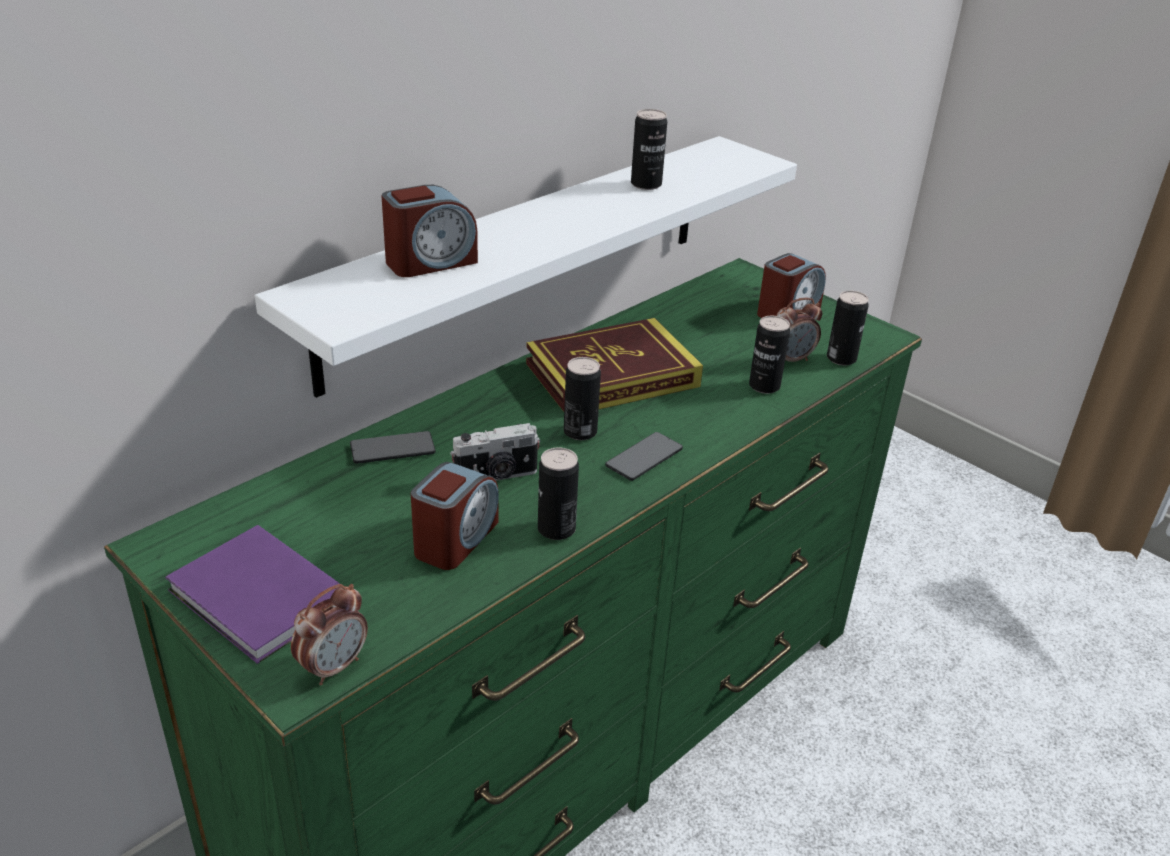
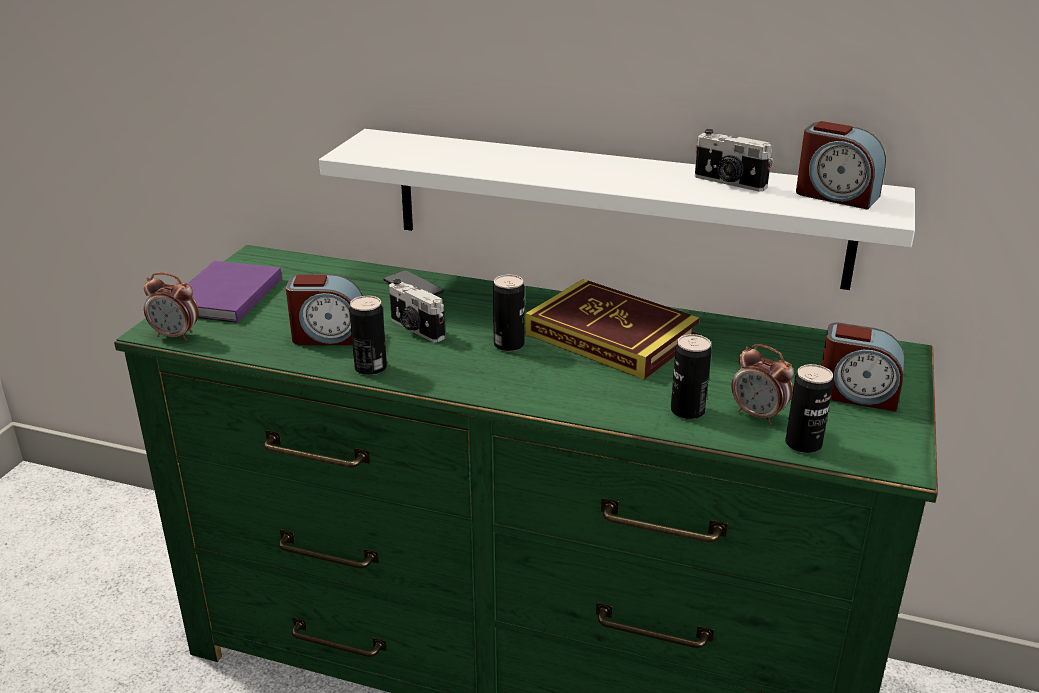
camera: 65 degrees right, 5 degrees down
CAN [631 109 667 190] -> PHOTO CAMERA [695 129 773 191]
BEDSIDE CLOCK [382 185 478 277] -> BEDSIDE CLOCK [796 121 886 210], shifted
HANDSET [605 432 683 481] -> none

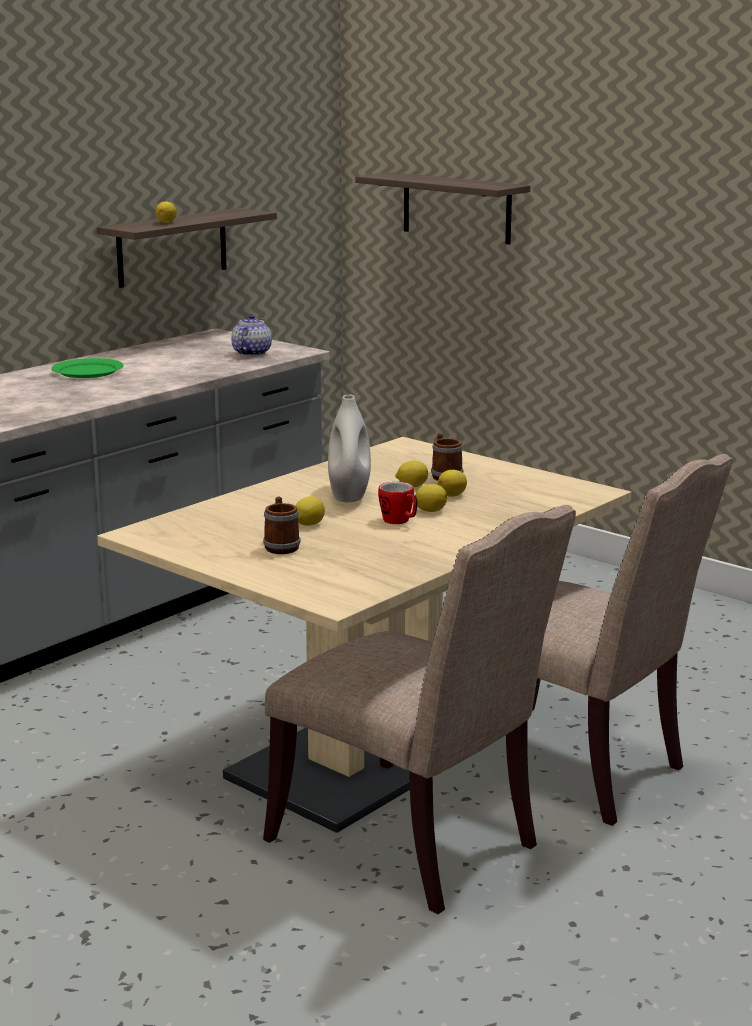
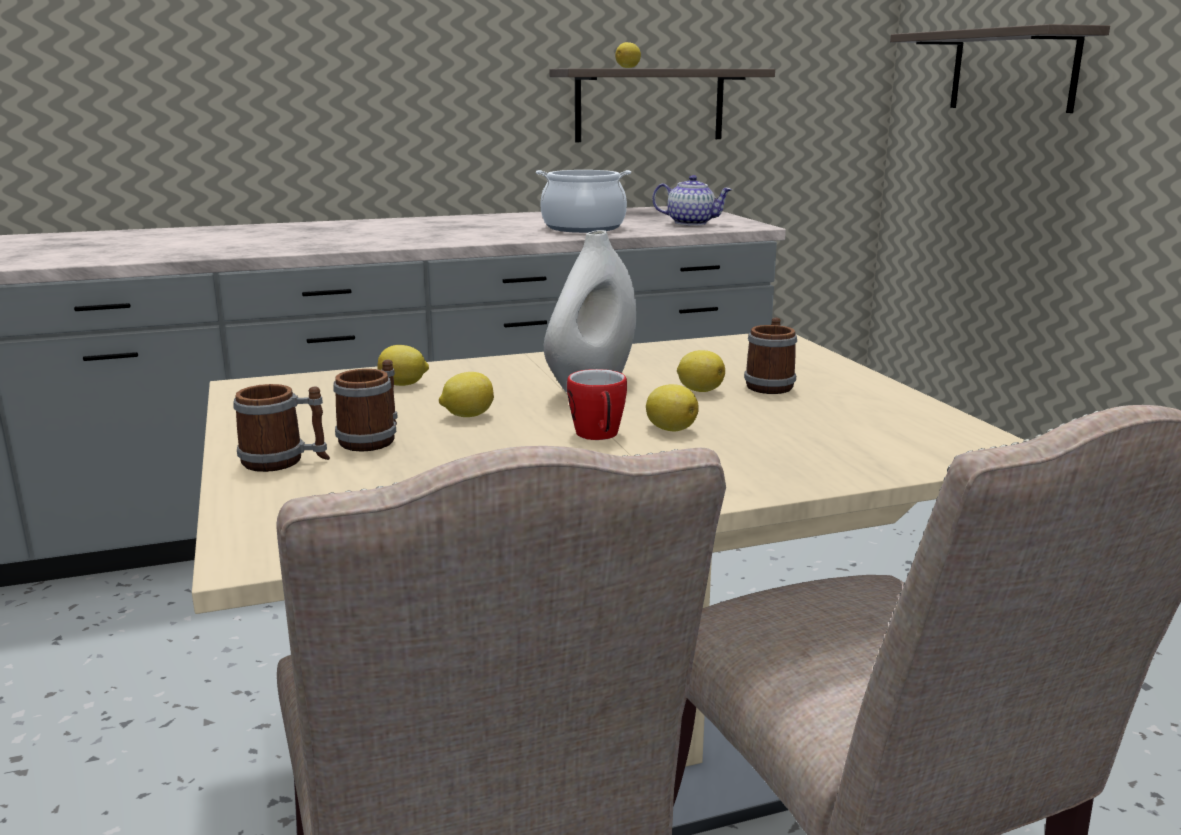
camera: 30 degrees right, 0 degrees up
none -> TEA MUG [233 384 330 472]
WHOLE LEMON [438 470 467 497] -> WHOLE LEMON [377 345 429 386], shifted
none -> STOCKPOT [536 170 631 233]
TEAPOT [231 314 272 356] -> TEAPOT [652 175 733 226], 60 degrees clockwise
GREEN DINNER PLATE [51 358 124 378] -> none

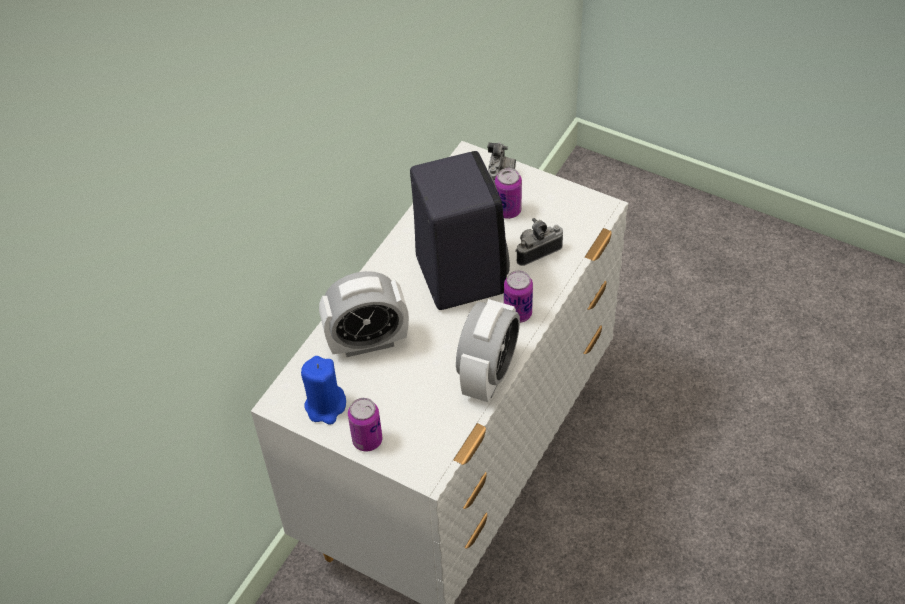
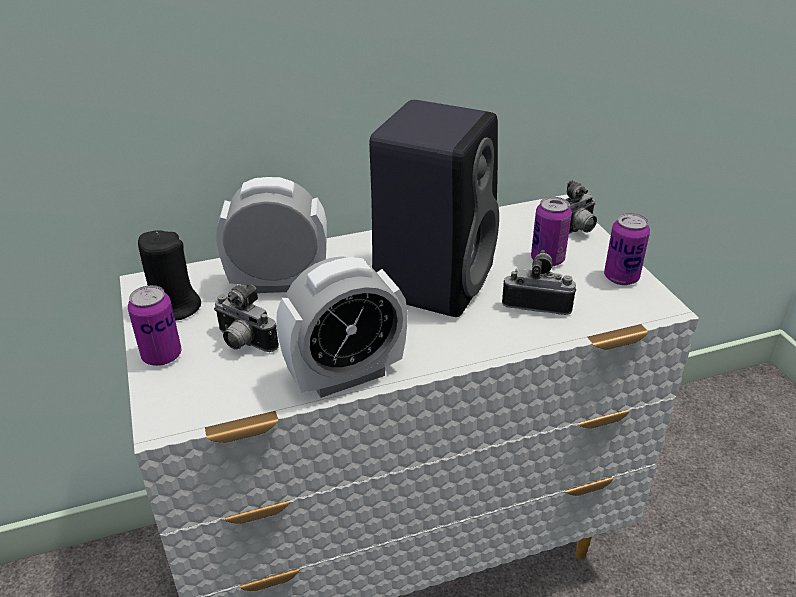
camera: 40 degrees right, 15 degrees down
BLUISH WAX CANDLE [301 356 346 425] -> BLACK-COLOURED WAX CANDLE [138 230 201 321]
none -> PHOTO CAMERA [214 285 279 352]
BEDSIDE CLOCK [319 271 409 357] -> BEDSIDE CLOCK [216 177 327 293], 150 degrees clockwise
CAN [504 271 533 323] -> CAN [604 213 650 285], shifted

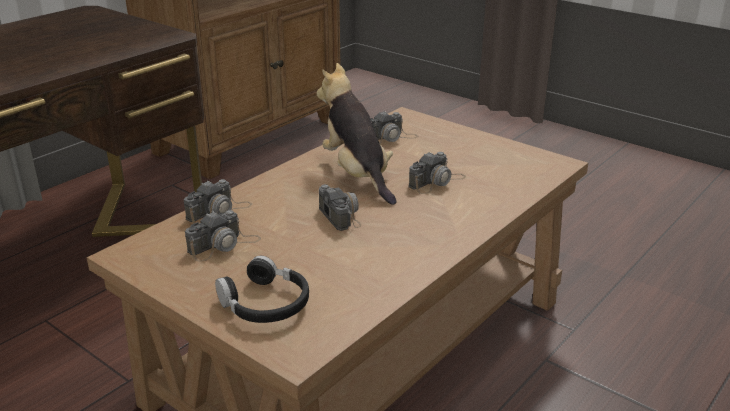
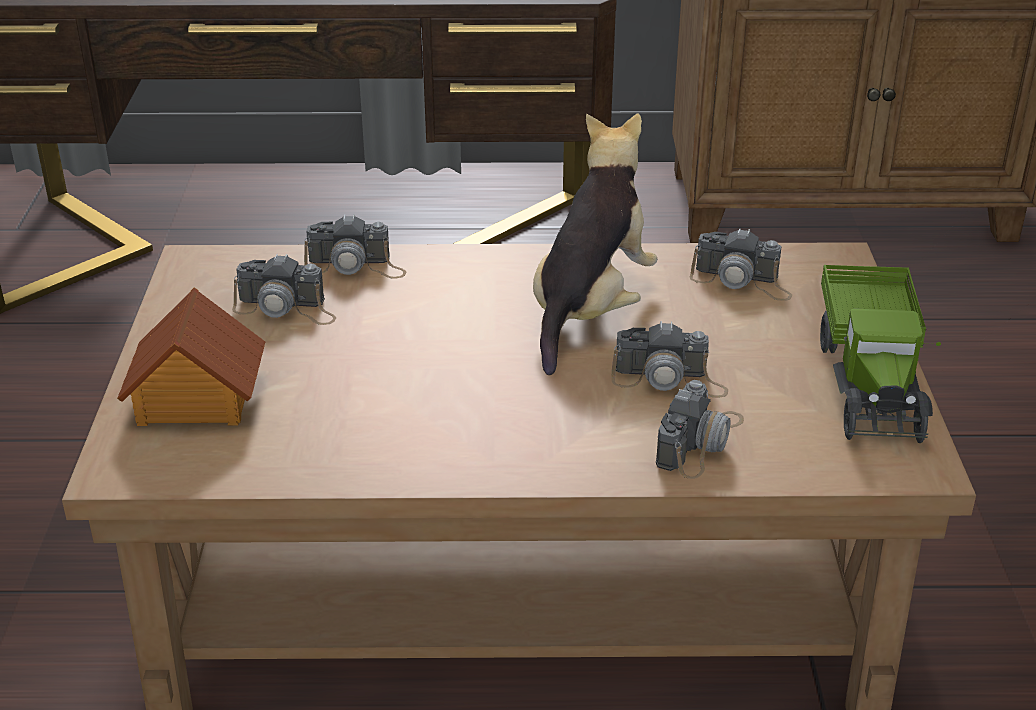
camera: 50 degrees right, 5 degrees up
BLACK-COLOURED HEADSET [215 256 309 323] -> TOY HOUSE [117 287 265 426]
PHOTO CAMERA [319 184 361 231] -> PHOTO CAMERA [656 380 744 479], shifted
none -> MODEL TRUCK [820 265 941 443]

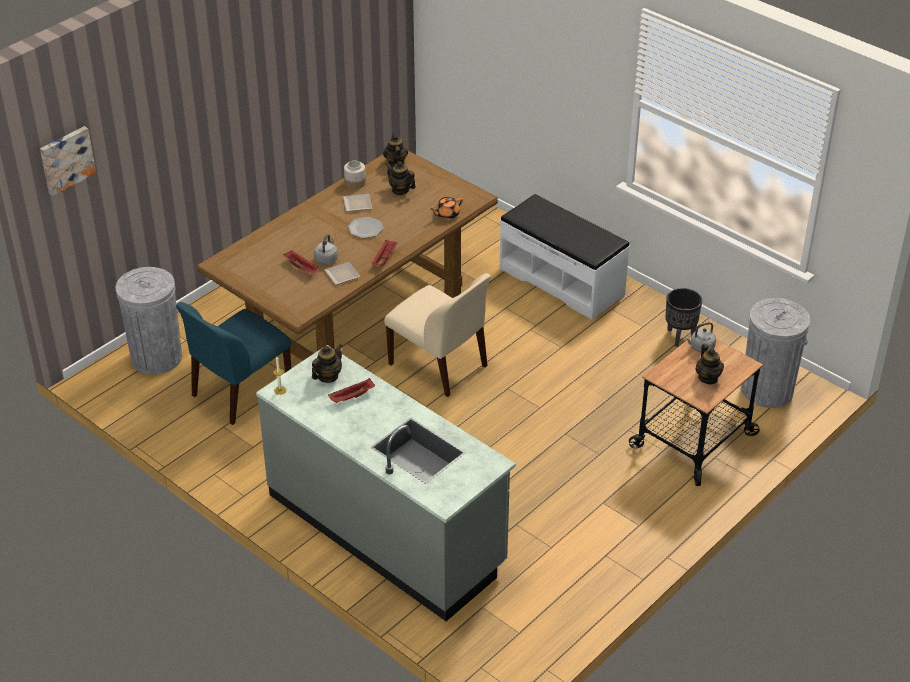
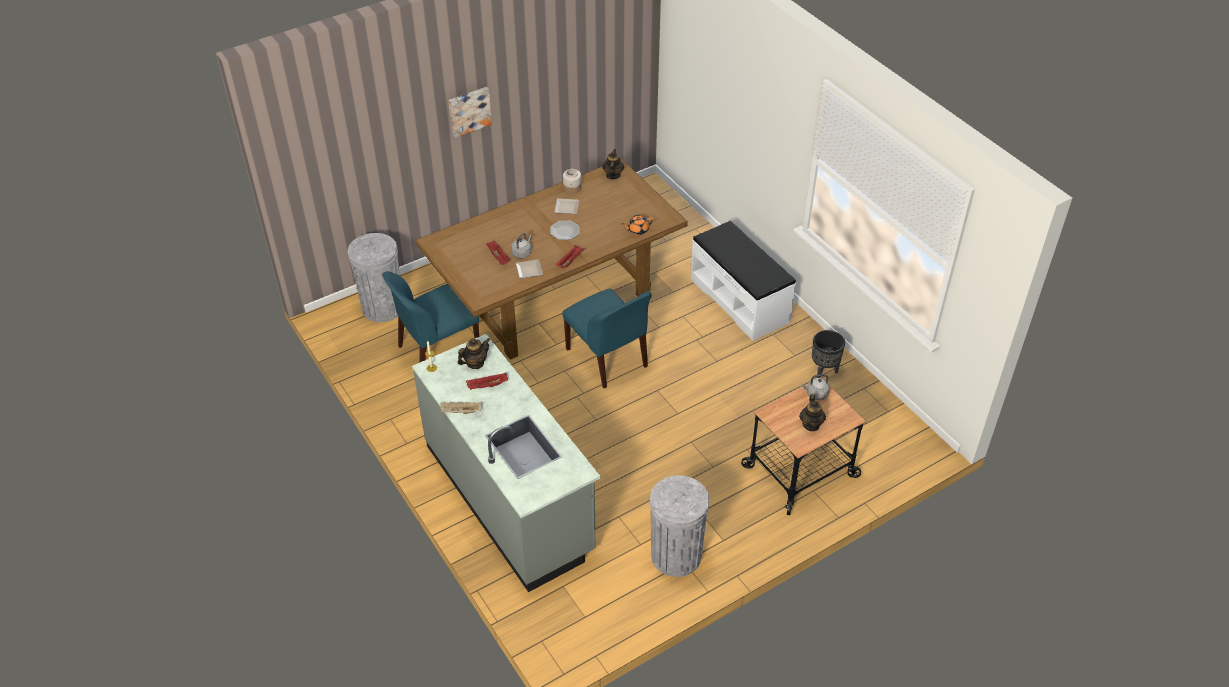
camera: 15 degrees right, 5 degrees up
none -> SAND-COLOURED SERVING TRAY [440 402 482 414]
WALL ART [40 126 96 196] -> WALL ART [449 87 492 138], shifted
SAND-COLOURED CHAIR [384 273 491 397] -> BLUISH CHAIR [562 289 652 388]
GREY TRASH CAN [742 298 810 408] -> GREY TRASH CAN [650 475 710 577], shifted
TEAPOT [386 161 416 195] -> none

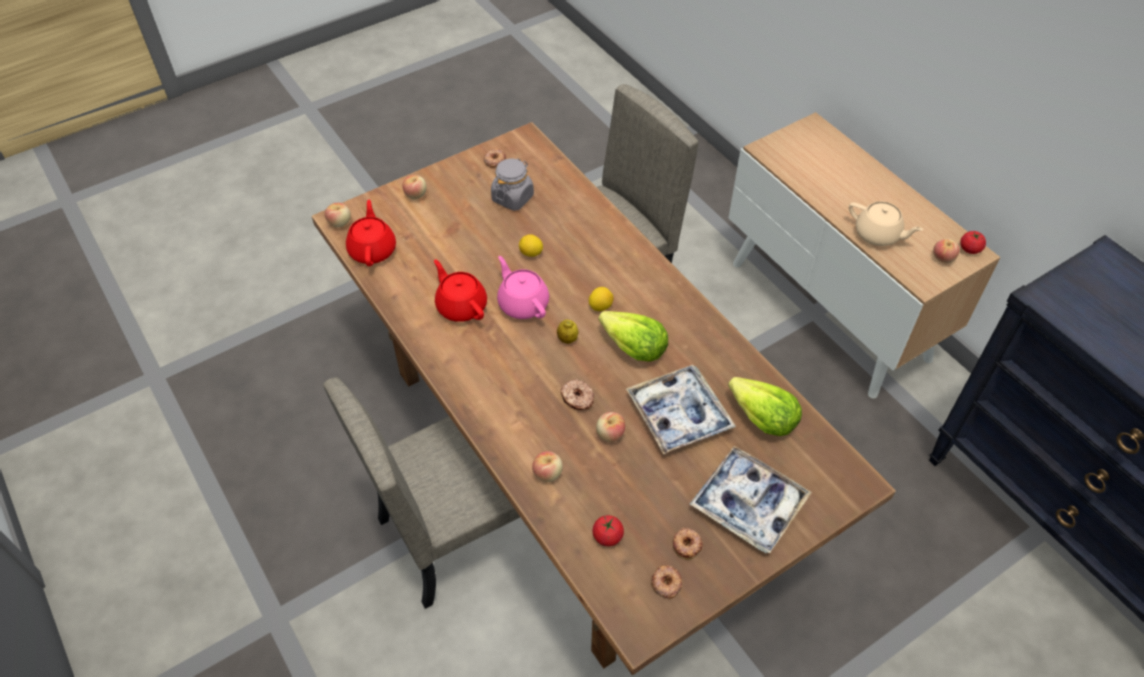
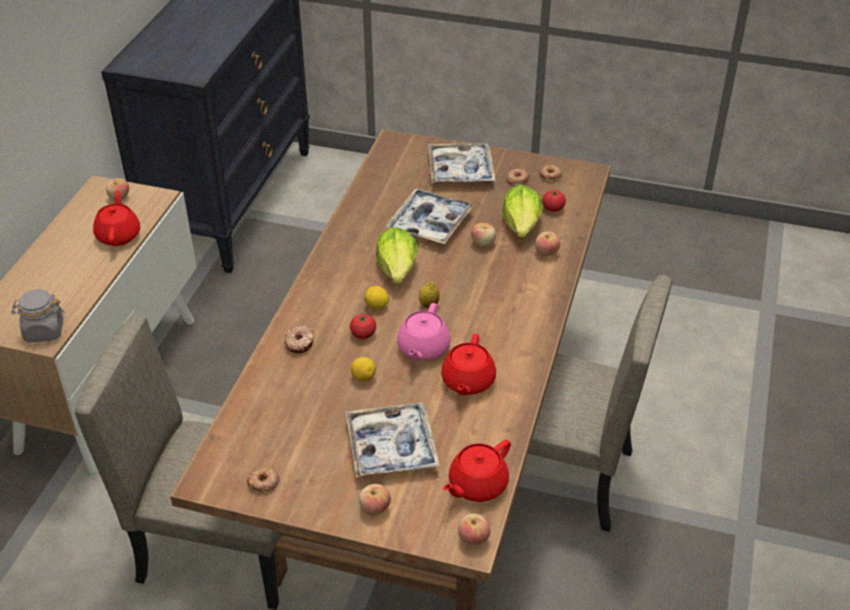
camera: 130 degrees left, 10 degrees down
GREY PRESERVE JAR [491 158 534 211] -> GREY PRESERVE JAR [11 289 65 342], shifted
SAND-COLOURED TEAPOT [849 201 923 246] -> REDDISH TEAPOT [93 190 140 246]
RING DOUGHNUT [561 379 594 410] -> RING DOUGHNUT [284 325 314 354], shifted
none -> SERVING TRAY [346 403 440 477]
FRESH TOMATO [960 231 986 254] -> FRESH TOMATO [350 313 376 339], shifted
LETTUCE HEAD [728 377 802 436] -> LETTUCE HEAD [502 185 543 238], shifted

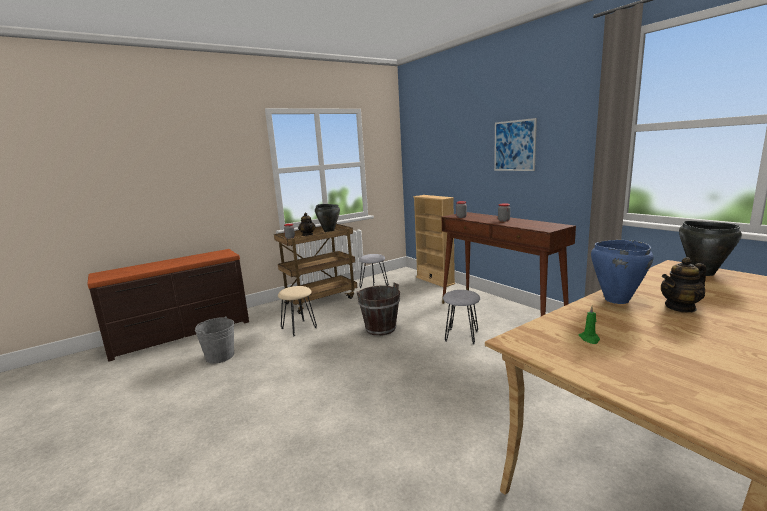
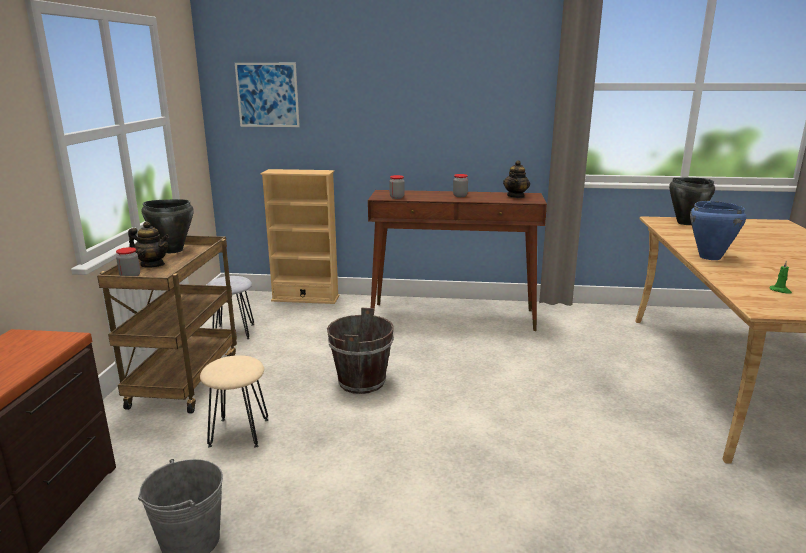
camera: 50 degrees left, 5 degrees up
WALL ART [494 118 537 171] -> WALL ART [235 63 300 127], shifted
TEAPOT [661 257 707 313] -> TEAPOT [503 160 530 198], shifted
GREY STOOL [443 290 480 344] -> none

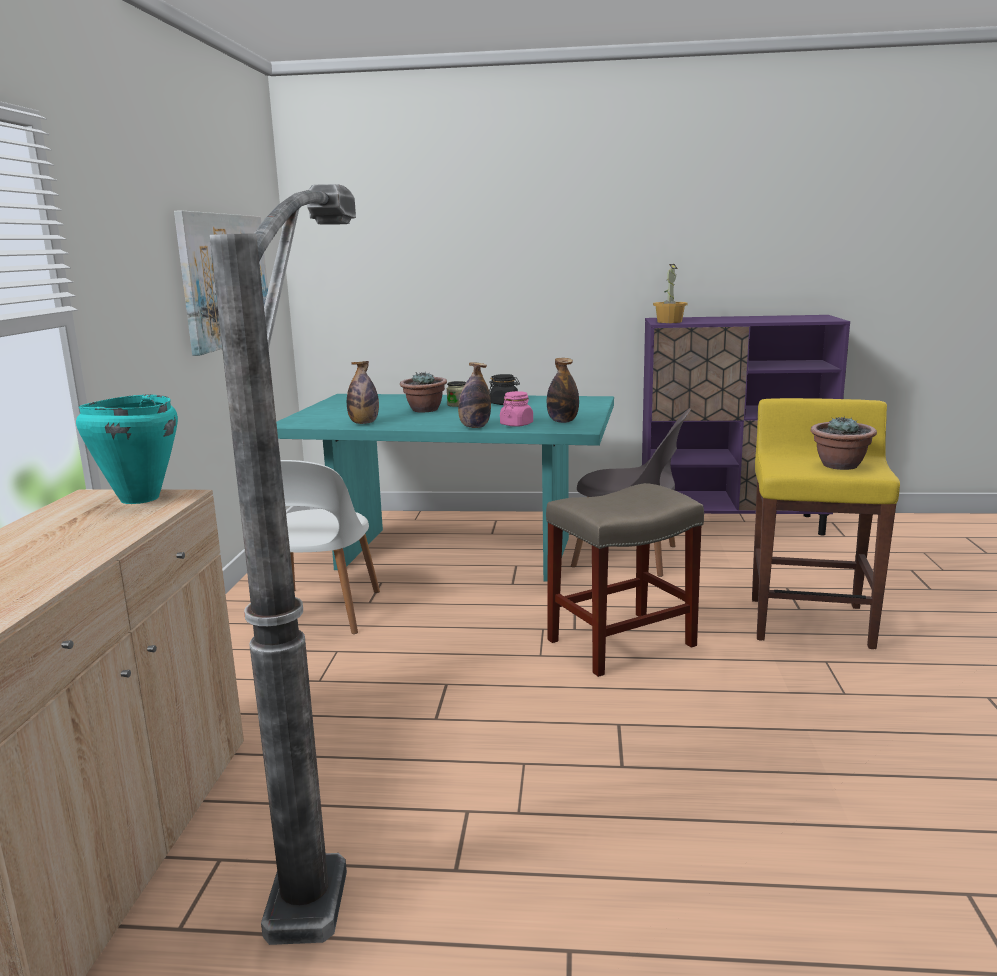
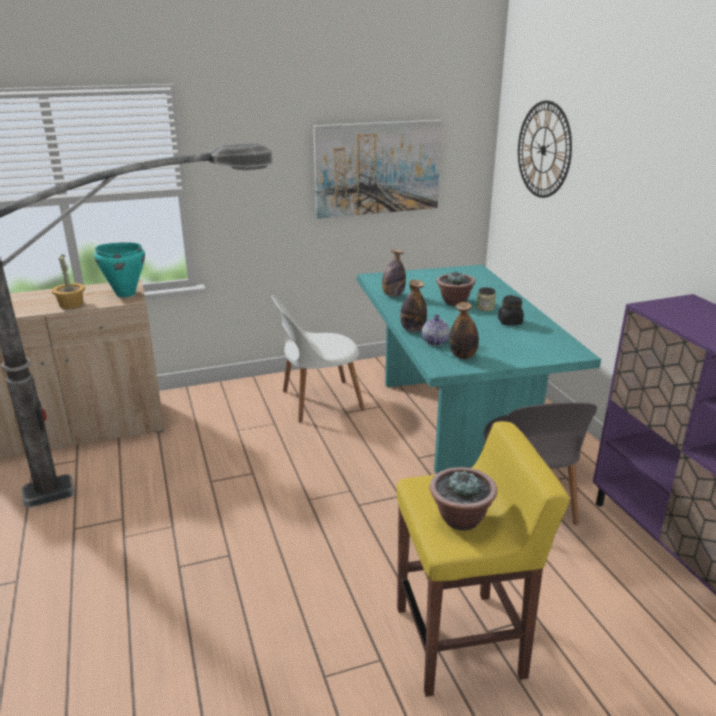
camera: 65 degrees right, 10 degrees up
HOUSEPLANT [653 264 688 323] -> HOUSEPLANT [52 254 85 309], shifted
PINK PRESERVE JAR [500 391 533 427] -> TEAPOT [422 315 450 346]
none -> WALL CLOCK [518 100 572 198]
SAND-COLOURED STOOL [546 483 704 677] -> none

